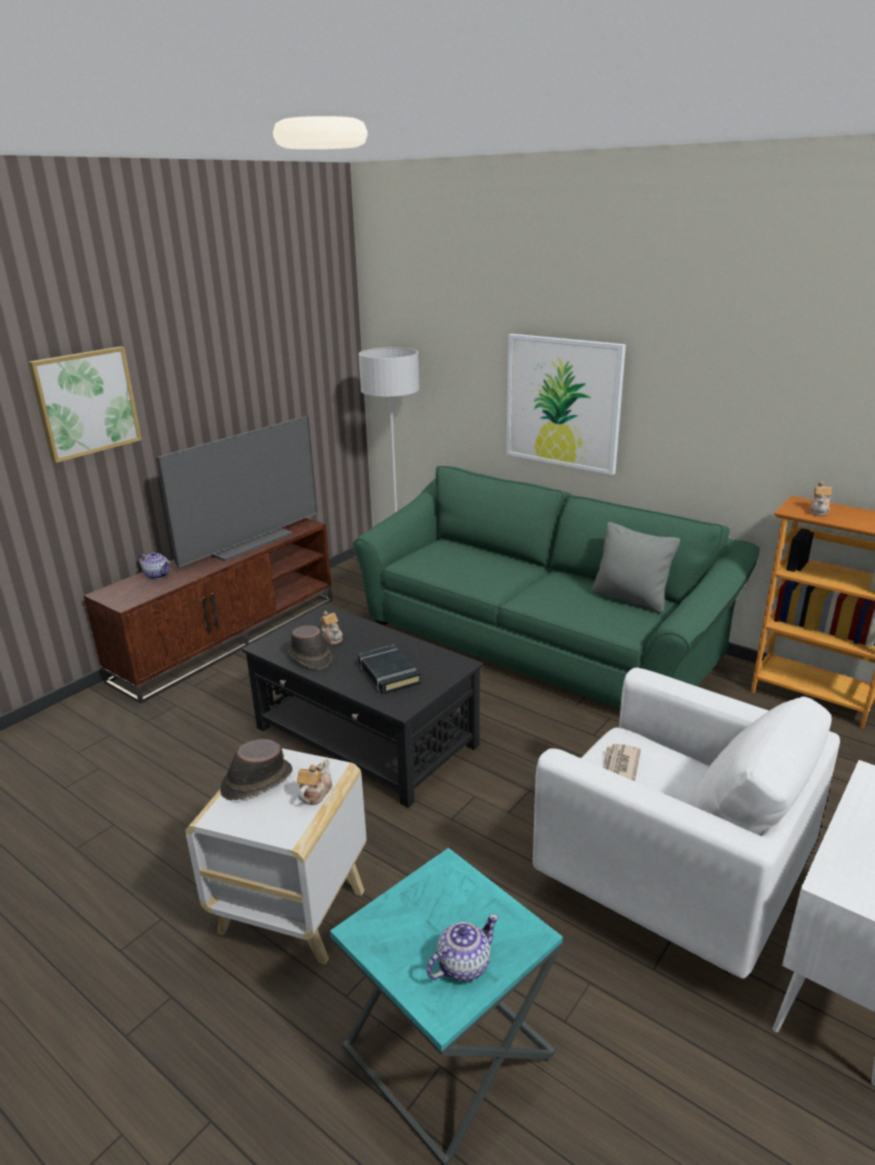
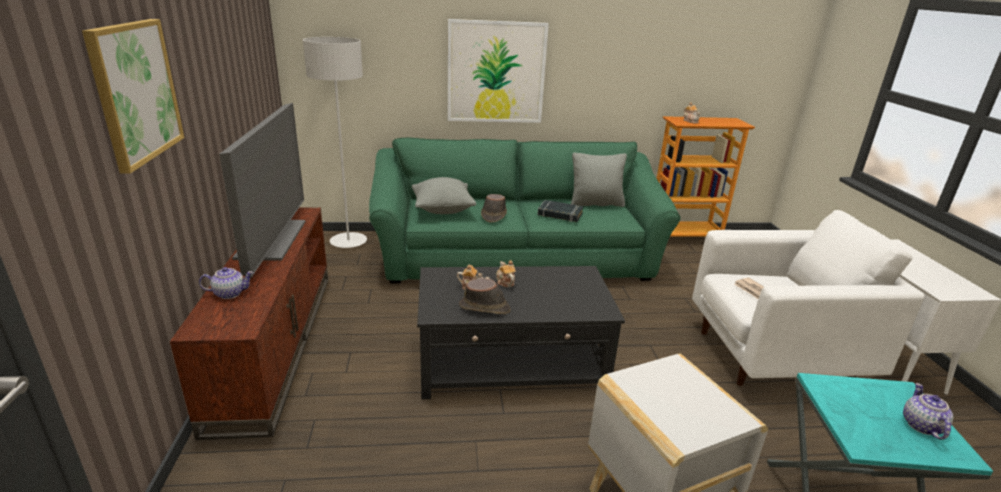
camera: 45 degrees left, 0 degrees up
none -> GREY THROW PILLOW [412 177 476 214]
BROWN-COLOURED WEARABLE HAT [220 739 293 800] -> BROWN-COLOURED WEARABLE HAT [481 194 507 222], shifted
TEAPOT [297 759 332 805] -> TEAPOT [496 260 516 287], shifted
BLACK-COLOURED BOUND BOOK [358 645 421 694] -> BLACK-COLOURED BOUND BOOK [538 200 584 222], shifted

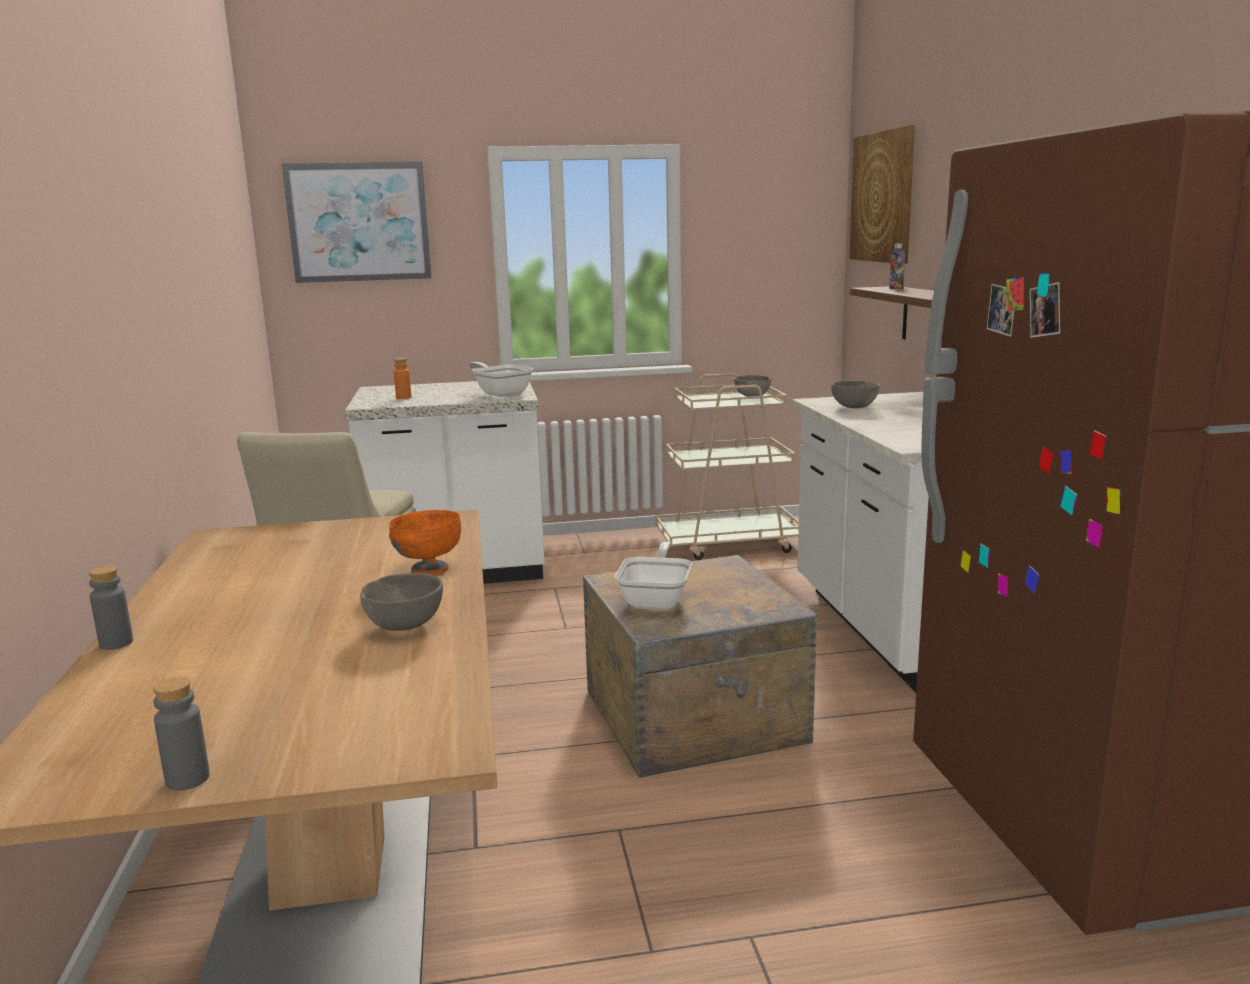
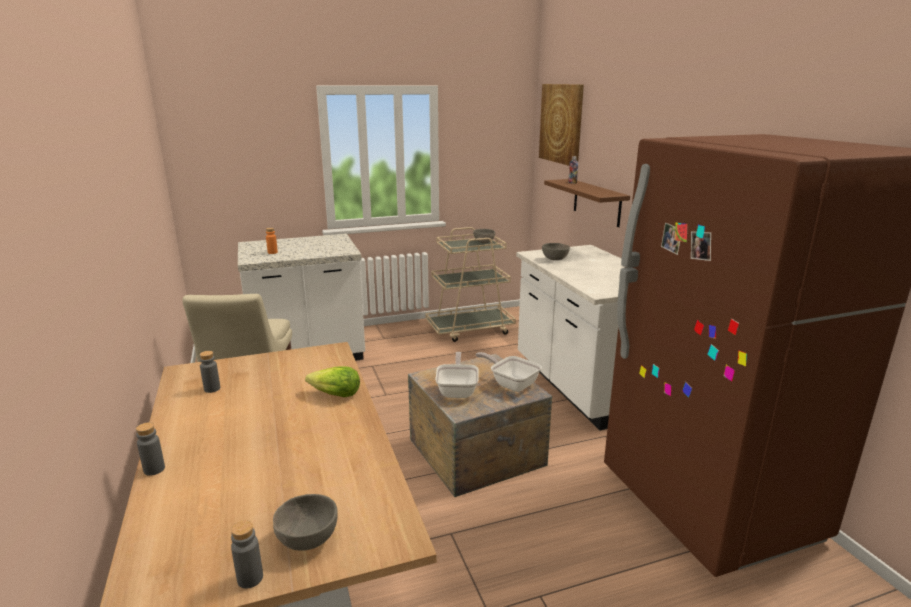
camera: 10 degrees left, 5 degrees up
none -> GREY BEVERAGE BOTTLE [199 351 220 393]
GREY DEEP DISH [360 573 443 631] -> GREY DEEP DISH [273 494 338 551], shifted
ORANGE-COLOURED DEEP DISH [389 510 461 576] -> LETTUCE HEAD [305 366 360 397]
PAN [469 362 533 397] -> PAN [476 352 542 392], shifted
WALL ART [282 162 432 283] -> none

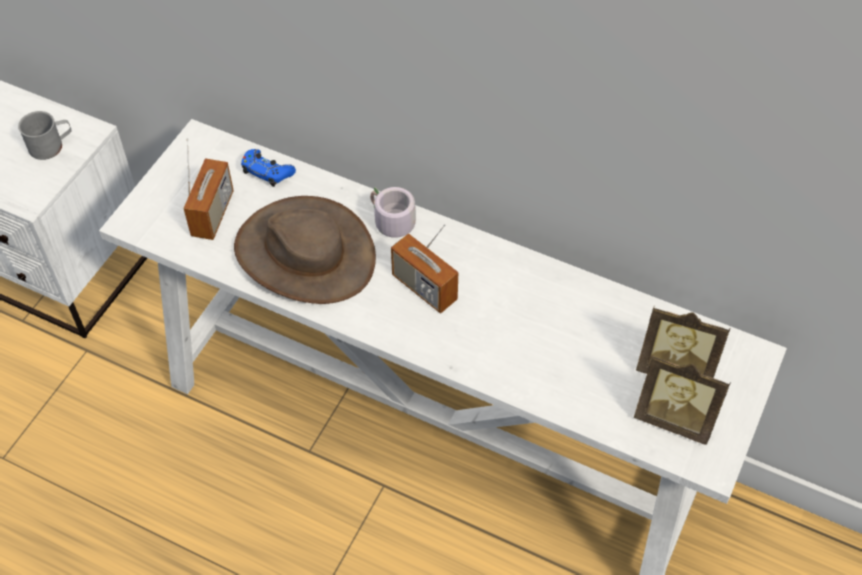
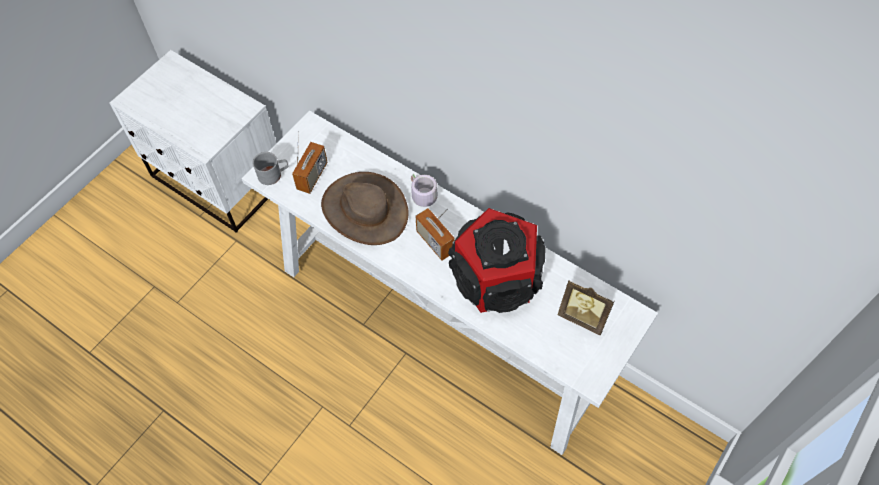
camera: 10 degrees right, 5 degrees up
GREY TEA MUG [18 111 72 160] -> GREY TEA MUG [252 152 288 185], shifted
none -> AUDIO SPEAKER [448 208 545 313]
BLUISH JOYPAD [241 149 296 187] -> none
STANDING FRAME [634 354 731 445] -> none

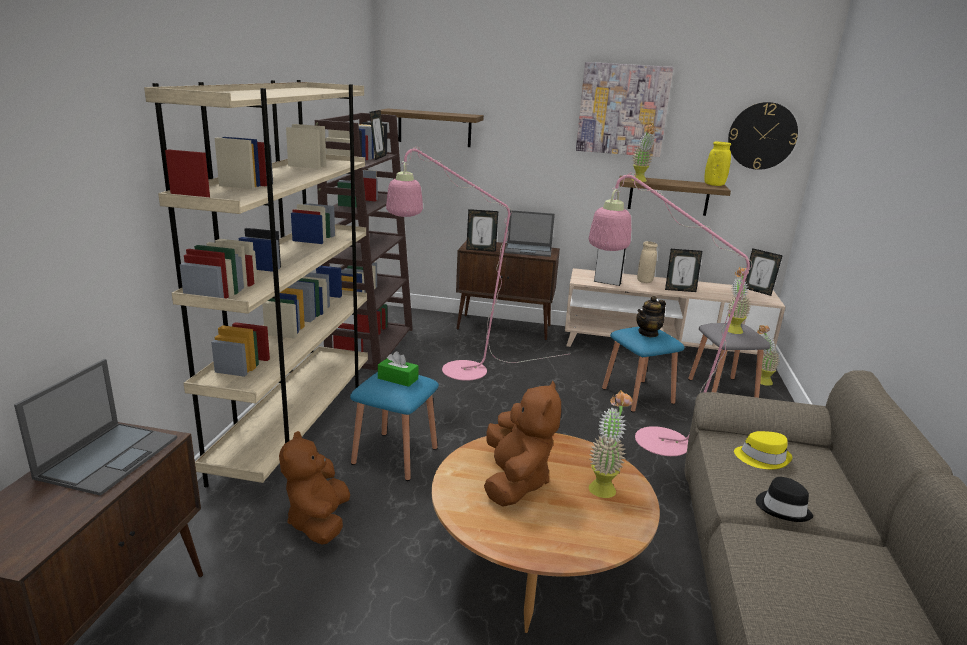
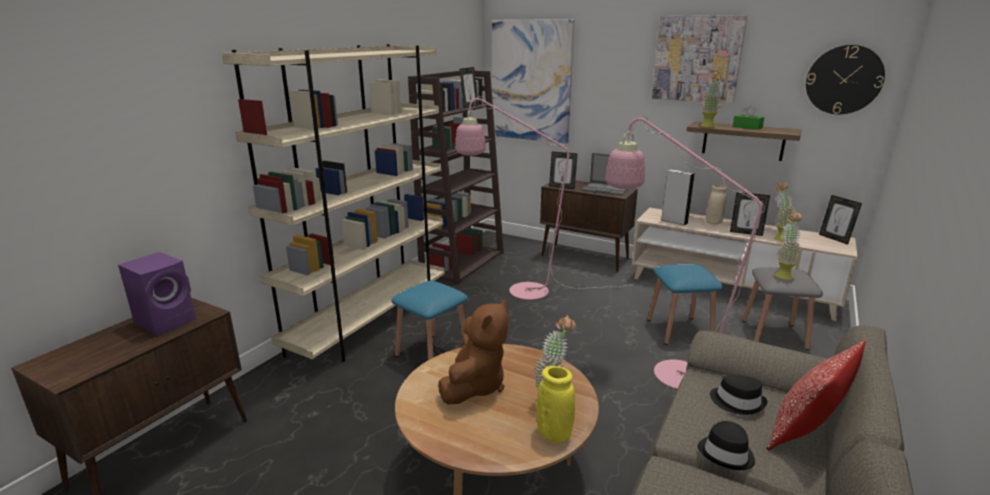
camera: 20 degrees right, 0 degrees up
NOTEBOOK COMPUTER [14 359 177 496] -> PURPLE-COLOURED AUDIO SPEAKER [118 252 196 336]
BRACKET SHELF [375 109 484 147] -> WALL ART [492 19 574 143]
YELLOW-COLOURED DECORATIVE VASE [704 141 731 186] -> YELLOW-COLOURED DECORATIVE VASE [536 366 575 443], shifted
YELLOW-COLOURED WEARABLE HAT [734 431 792 470] -> BLACK-COLOURED WEARABLE HAT [710 374 768 415]
GREEN TISSUE HOLDER [378 351 419 387] -> GREEN TISSUE HOLDER [733 106 764 130], shifted
none -> THROW PILLOW [766 340 866 451]
HOUSEPLANT [757 325 780 386] -> HOUSEPLANT [774 182 796 242], shifted
BROWN-COLOURED CUDDLY TOY [279 431 350 545] -> none
TEAPOT [636 296 666 337] -> none

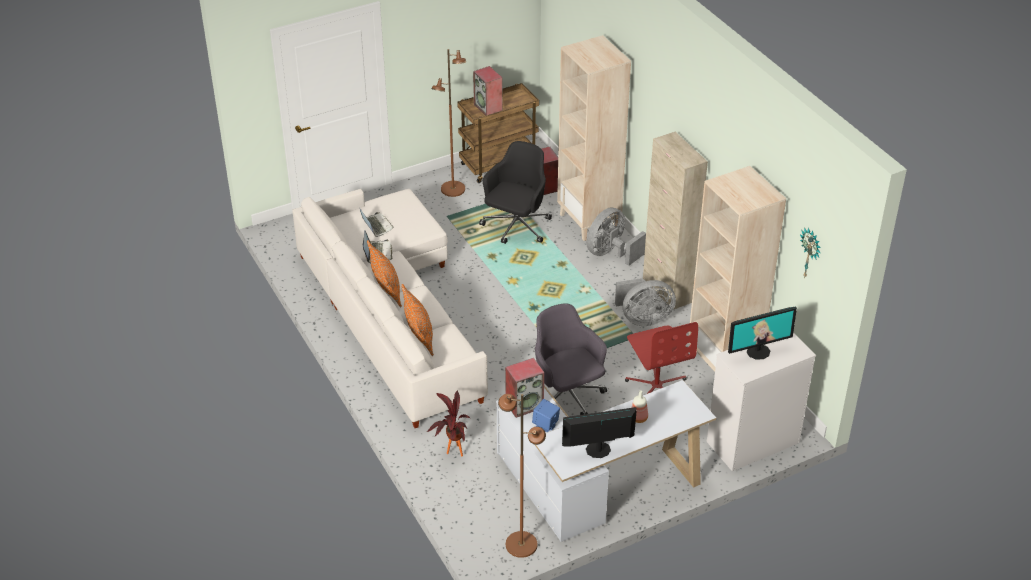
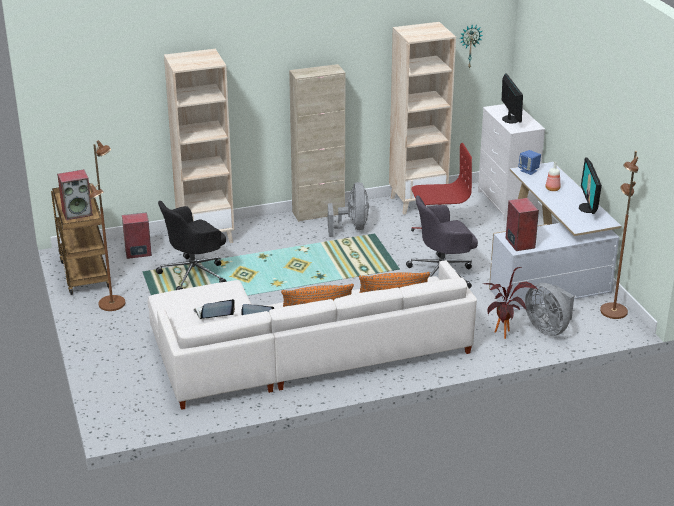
camera: 80 degrees left, 10 degrees down
BLACK-COLOURED OFFICE CHAIR [479 141 552 244] -> BLACK-COLOURED OFFICE CHAIR [156 201 227 290], 75 degrees counterclockwise
BLUISH AUDIO SPEAKER [532 399 560 432] -> BLUISH AUDIO SPEAKER [518 150 541 175], shifted
GREY COOLING FAN [586 207 646 266] -> GREY COOLING FAN [525 283 574 336], shifted

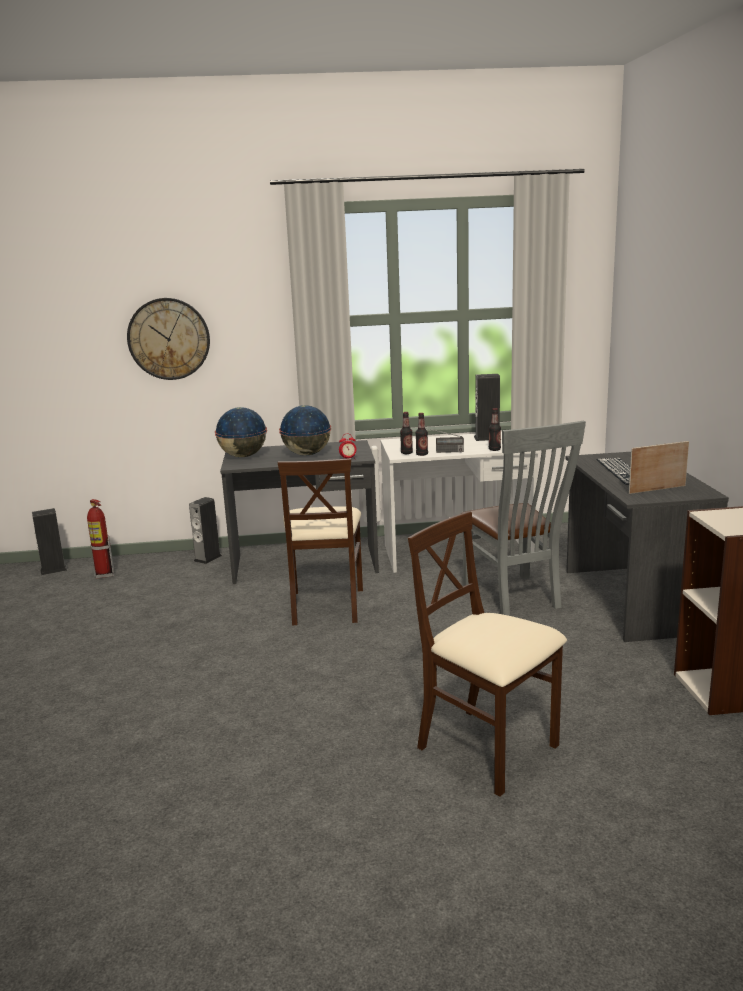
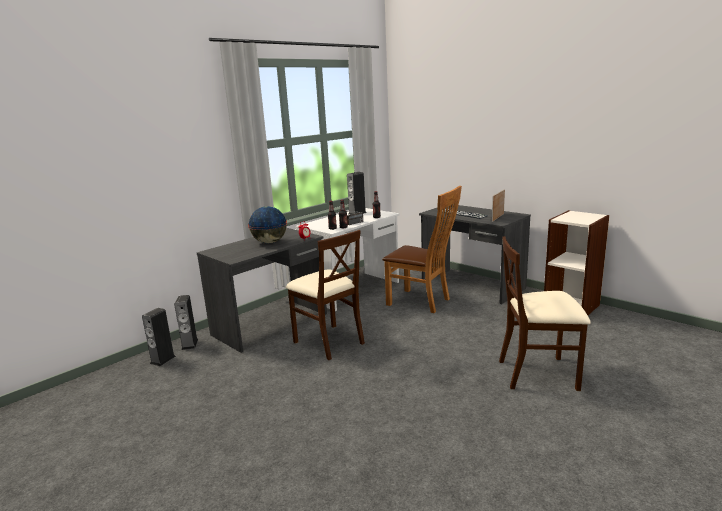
camera: 40 degrees left, 0 degrees up
AUDIO SPEAKER [32 508 67 575] -> AUDIO SPEAKER [142 308 176 366], shifted
GREY CHAIR [460 421 586 616] -> BROWN-COLOURED CHAIR [382 186 462 313]
EXTINGUISHER [87 499 114 579] -> none
WALL CLOCK [127 298 210 380] -> none
GLOBE [215 407 267 457] -> none

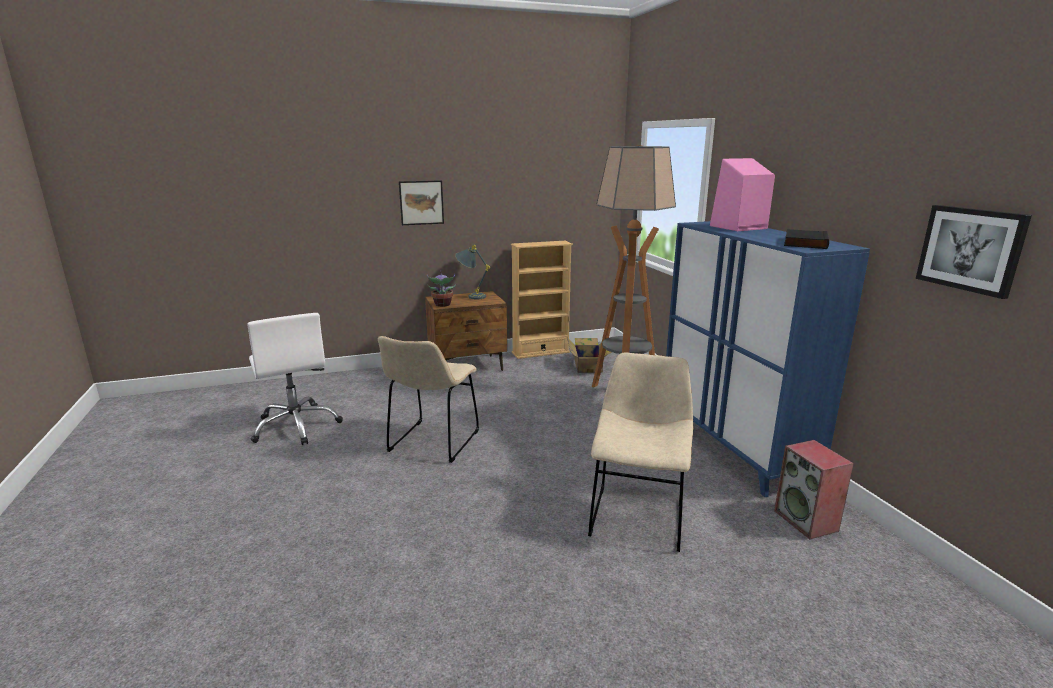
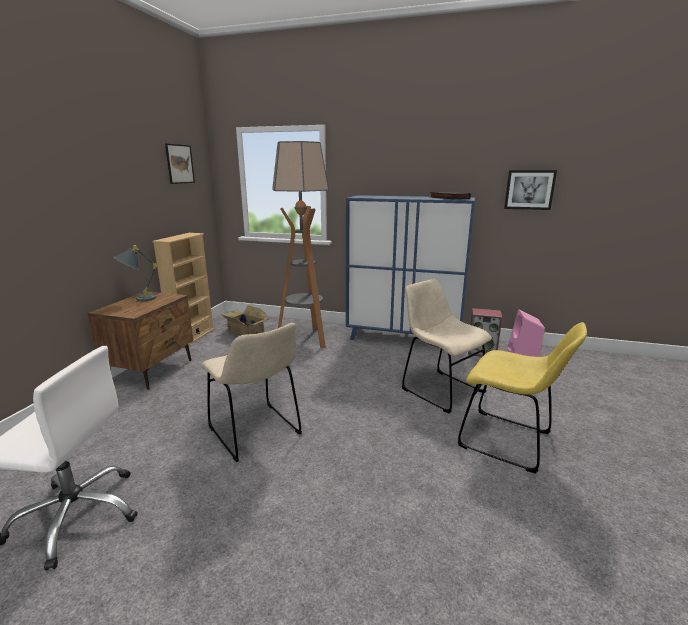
camera: 55 degrees left, 0 degrees up
WALL ART [399 180 444 225] -> WALL ART [165 144 195 184], shifted
none -> YELLOW-COLOURED CHAIR [457 322 587 473]
PINK AUDIO SPEAKER [710 158 775 231] -> PINK AUDIO SPEAKER [507 309 545 357], shifted
HOUSEPLANT [427 274 456 307] -> none

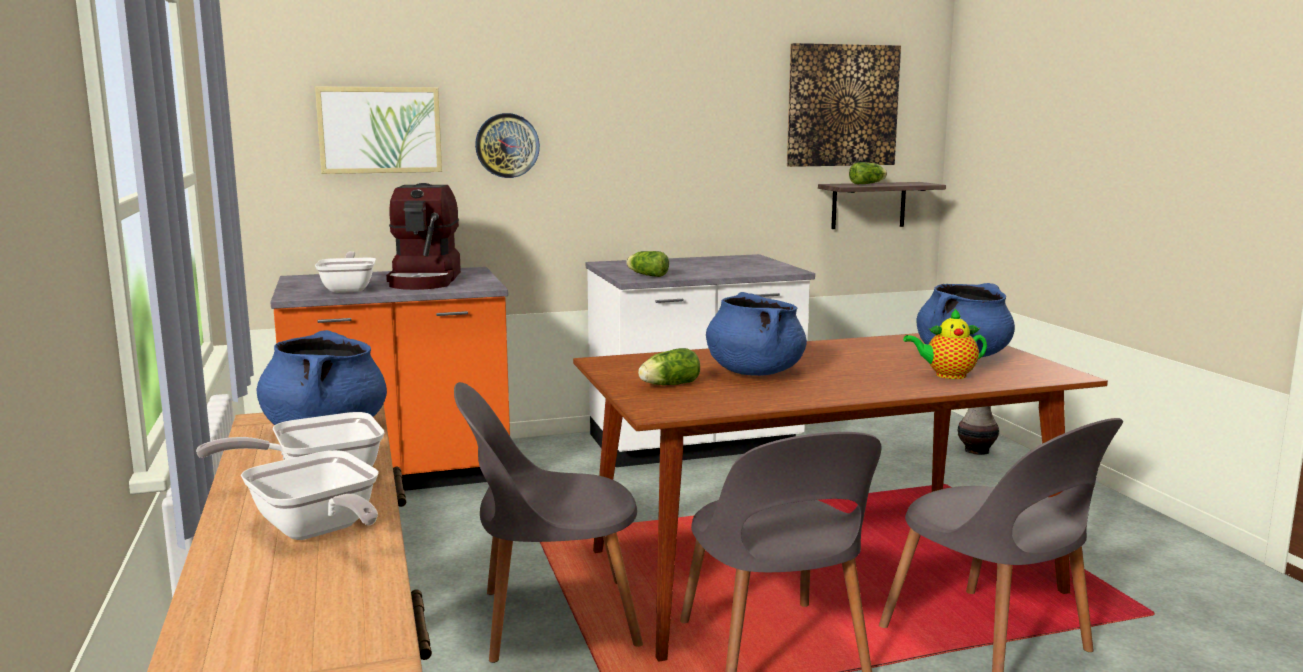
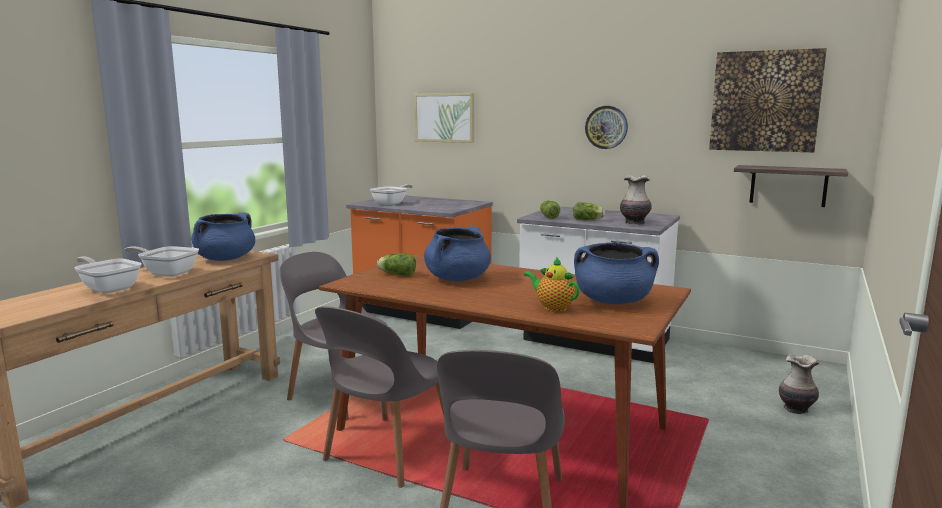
camera: 45 degrees right, 0 degrees up
PAN [241 450 379 540] -> PAN [75 256 142 293], 120 degrees clockwise
LETTUCE HEAD [849 162 887 184] -> LETTUCE HEAD [573 202 605 220], shifted
WALL CLOCK [475 113 540 178] -> WALL CLOCK [585 106 628 149], shifted
none -> DECORATIVE VASE [620 175 652 224]
COFFEE MACHINE [386 183 461 290] -> none

